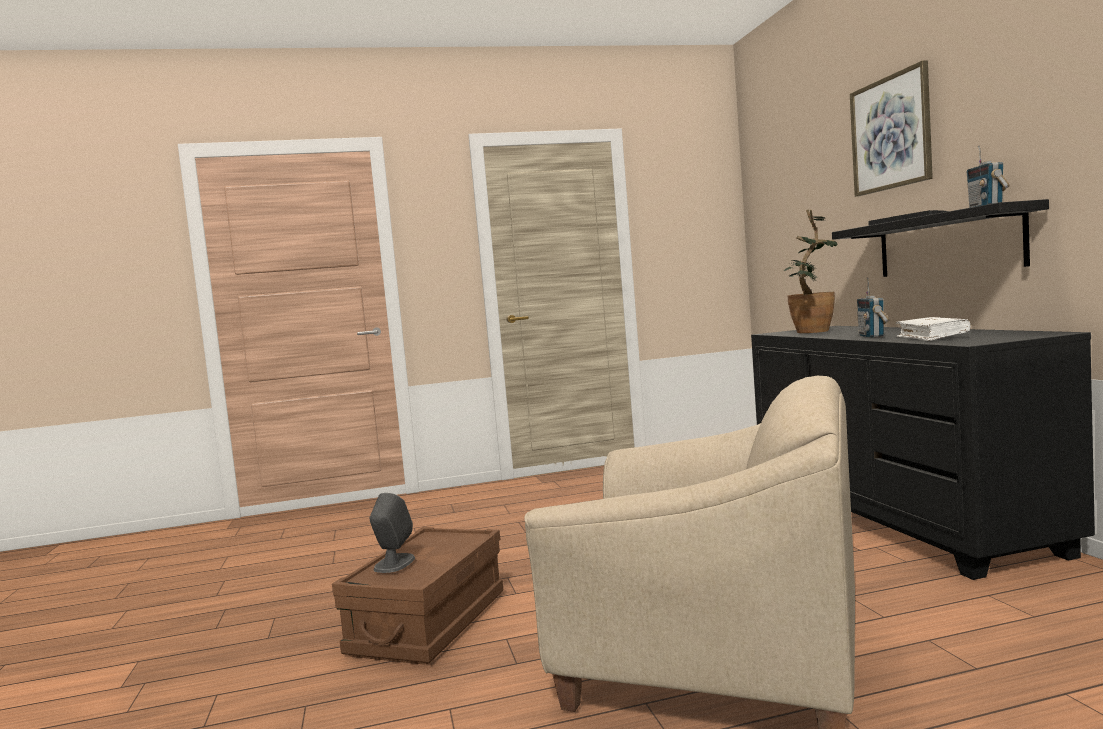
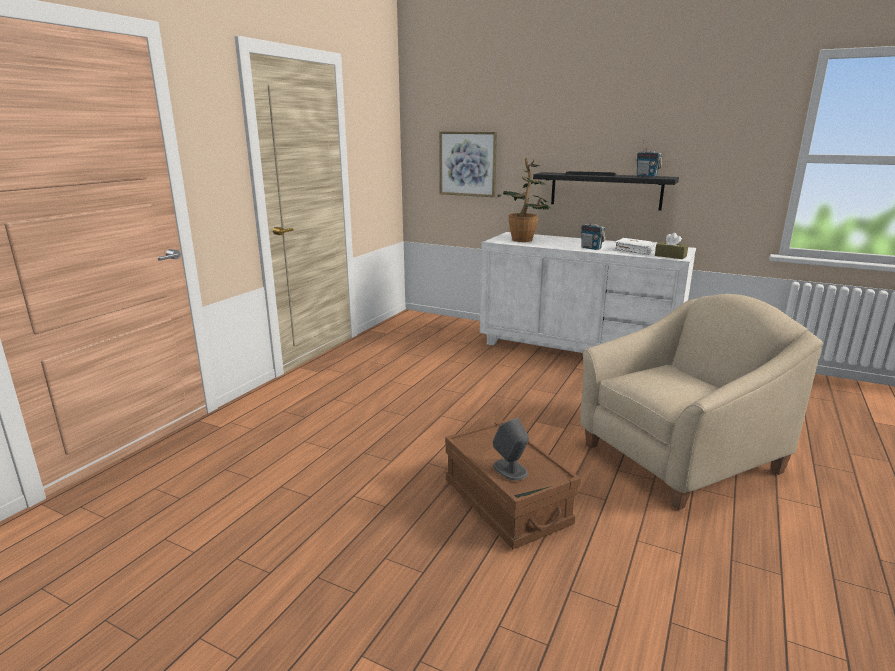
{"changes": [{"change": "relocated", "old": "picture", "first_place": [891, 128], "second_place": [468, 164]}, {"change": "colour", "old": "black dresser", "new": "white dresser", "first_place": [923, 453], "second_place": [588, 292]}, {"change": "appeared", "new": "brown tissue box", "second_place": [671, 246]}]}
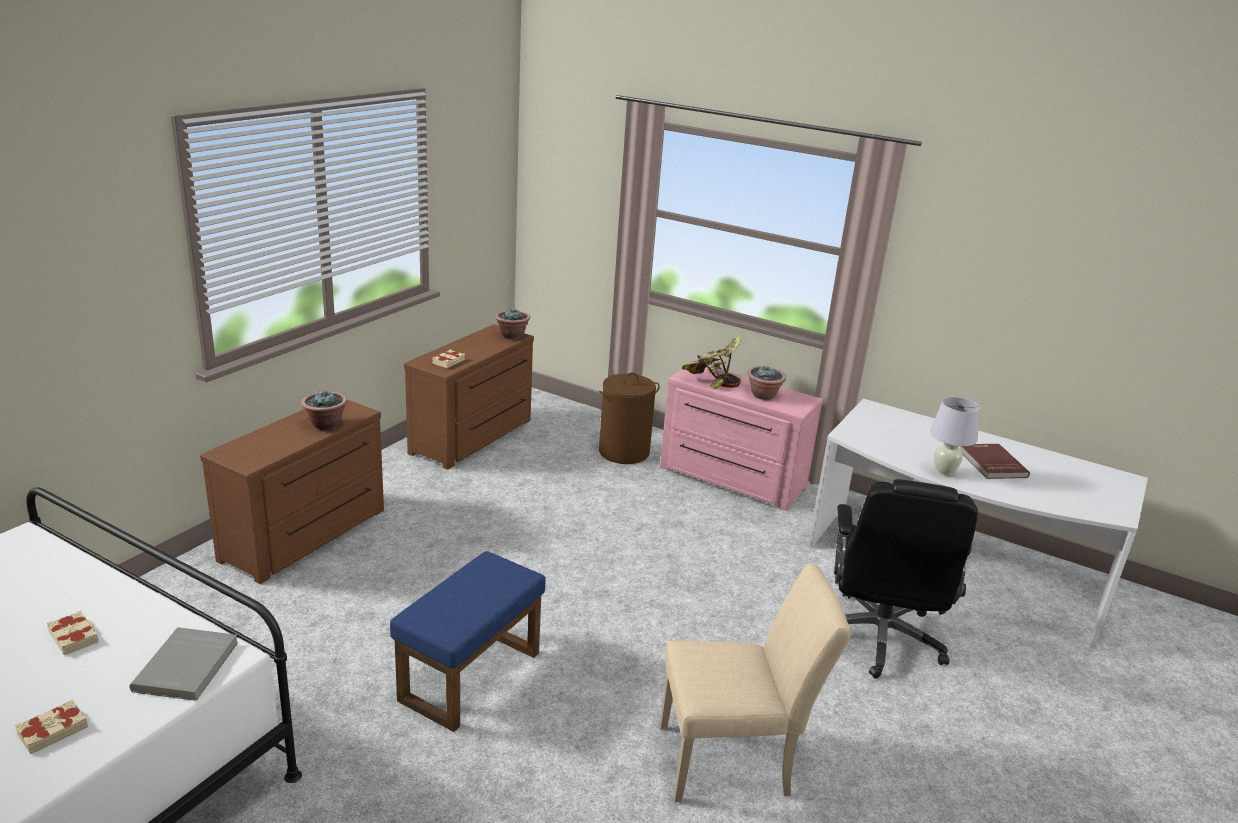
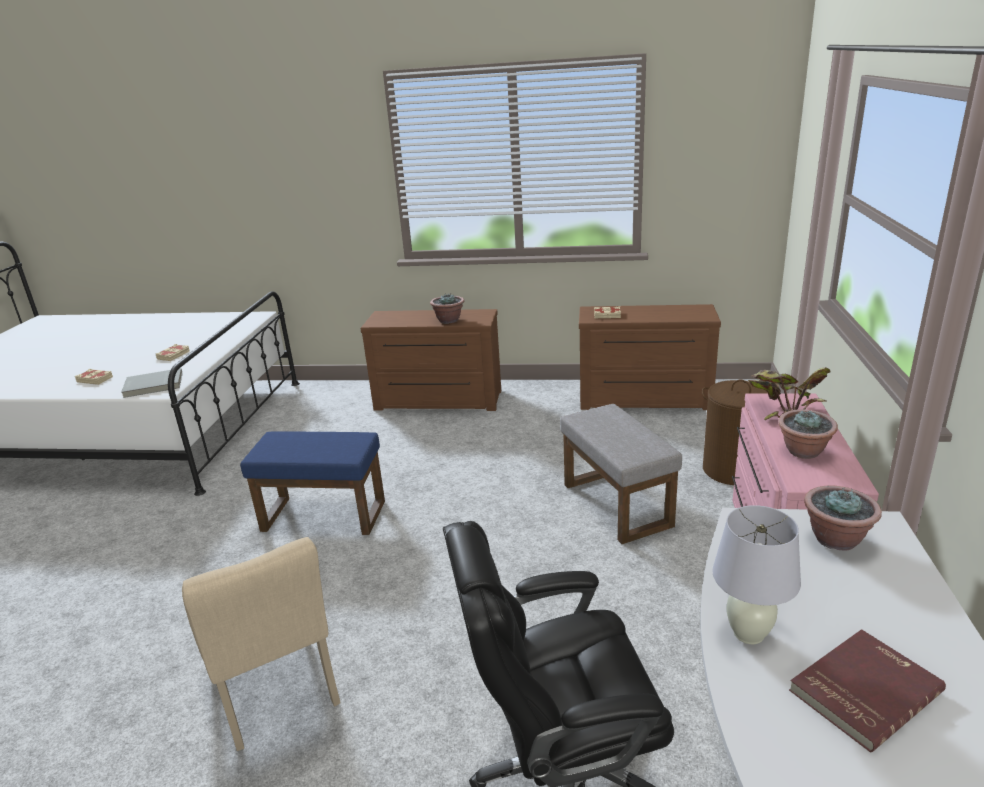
{"changes": [{"change": "appeared", "new": "grey ottoman", "second_place": [621, 474]}, {"change": "relocated", "old": "potted plant", "first_place": [512, 324], "second_place": [843, 518]}]}
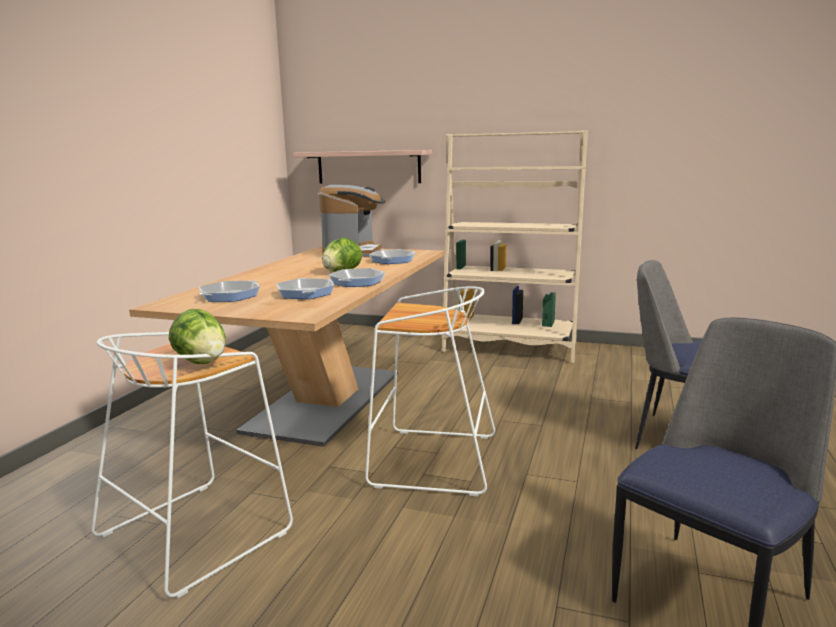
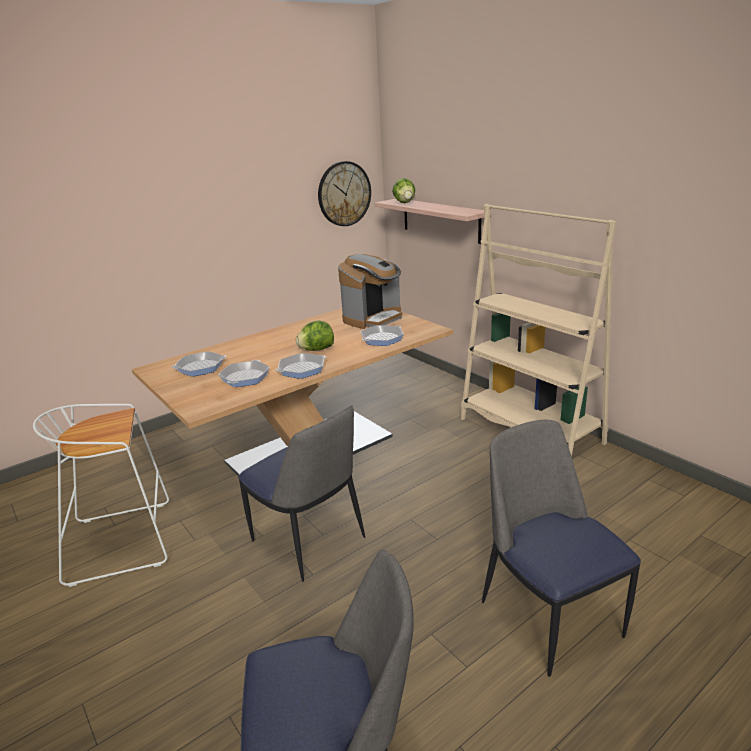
{"changes": [{"change": "exchanged", "old": "white stool", "new": "chair", "first_place": [430, 391], "second_place": [301, 493]}, {"change": "appeared", "new": "wall clock", "second_place": [344, 193]}, {"change": "relocated", "old": "lettuce", "first_place": [197, 336], "second_place": [403, 190]}]}
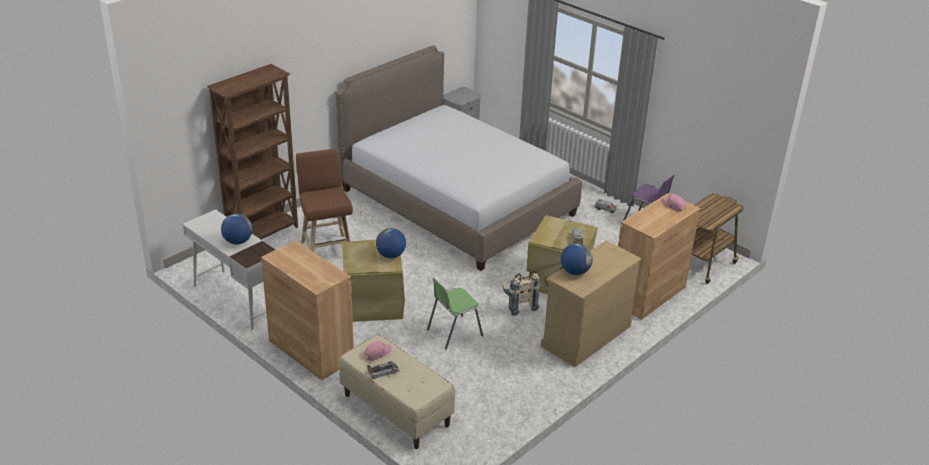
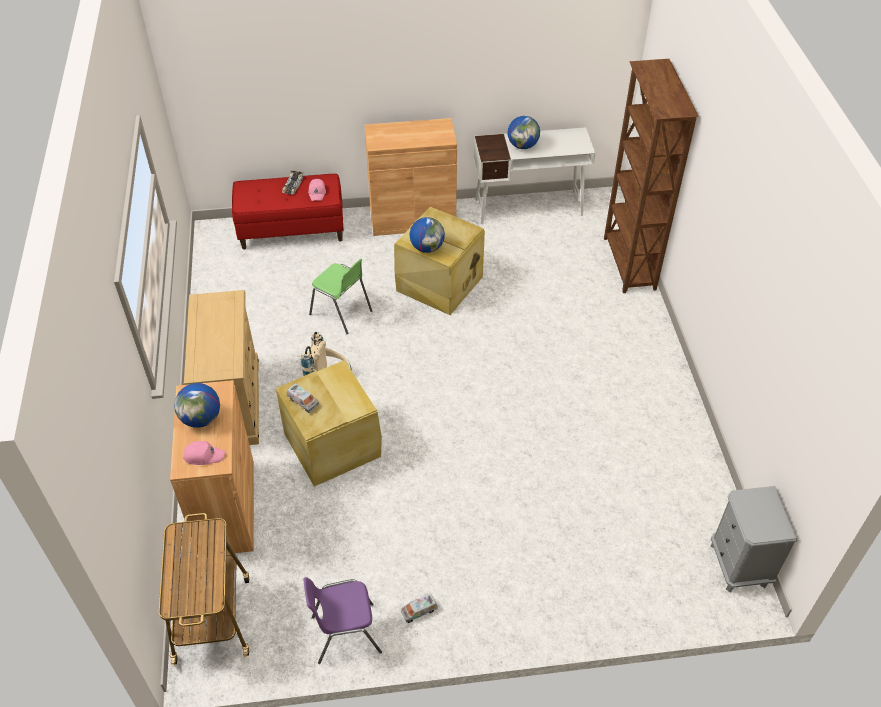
{"changes": [{"change": "relocated", "old": "globe", "first_place": [577, 259], "second_place": [197, 405]}, {"change": "colour", "old": "beige bench", "new": "red bench", "first_place": [397, 391], "second_place": [288, 212]}, {"change": "spun", "old": "green chair", "first_place": [455, 313], "second_place": [340, 296], "degrees": 120}, {"change": "missing", "old": "brown stool", "first_place": [324, 200]}, {"change": "missing", "old": "bed", "first_place": [458, 158]}]}
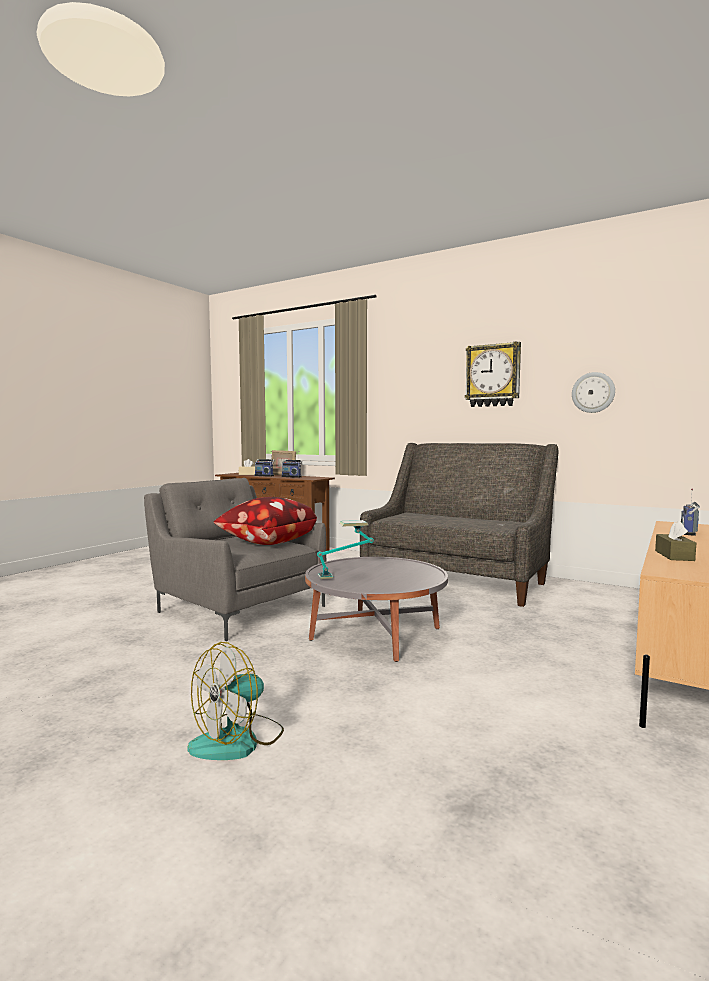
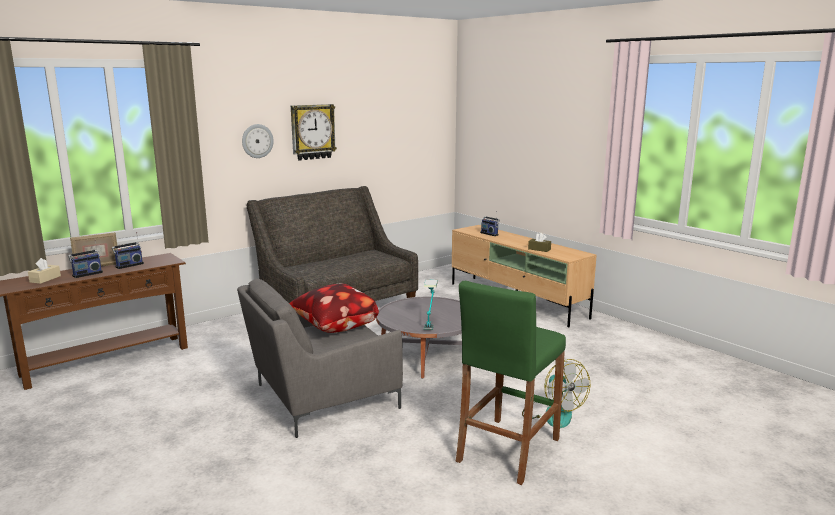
{"changes": [{"change": "relocated", "old": "wall clock", "first_place": [593, 392], "second_place": [258, 141]}, {"change": "appeared", "new": "green stool", "second_place": [511, 383]}]}
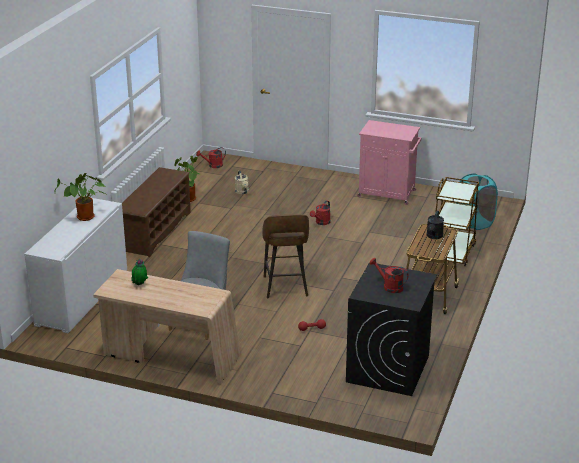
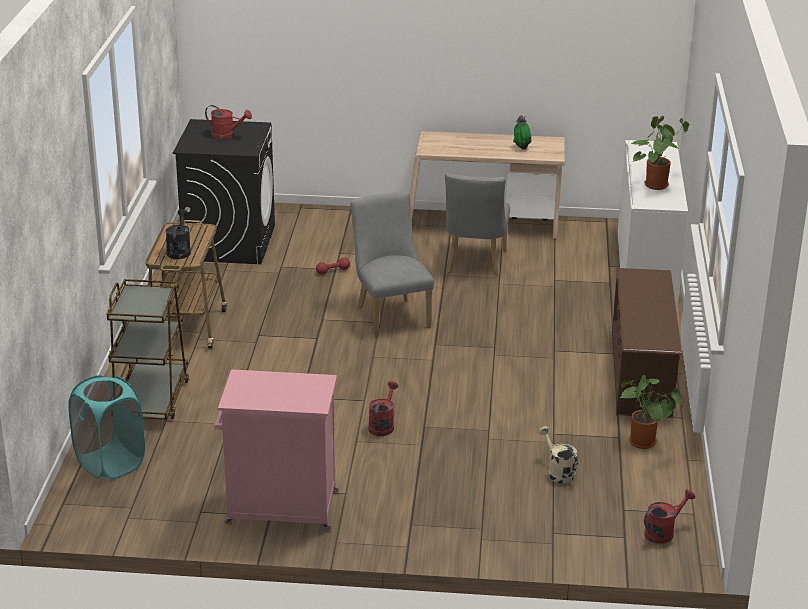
{"changes": [{"change": "exchanged", "old": "brown stool", "new": "grey chair", "first_place": [285, 256], "second_place": [392, 264]}]}
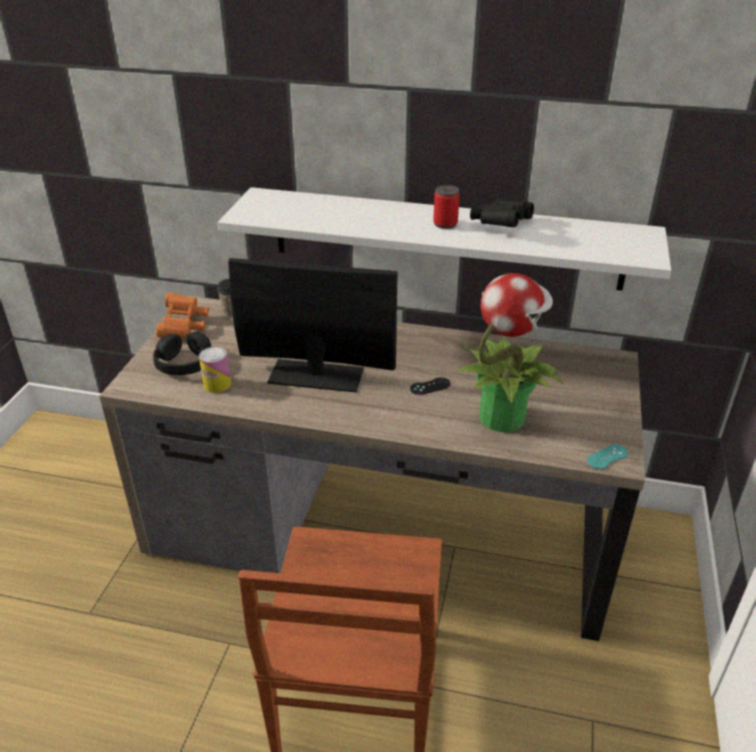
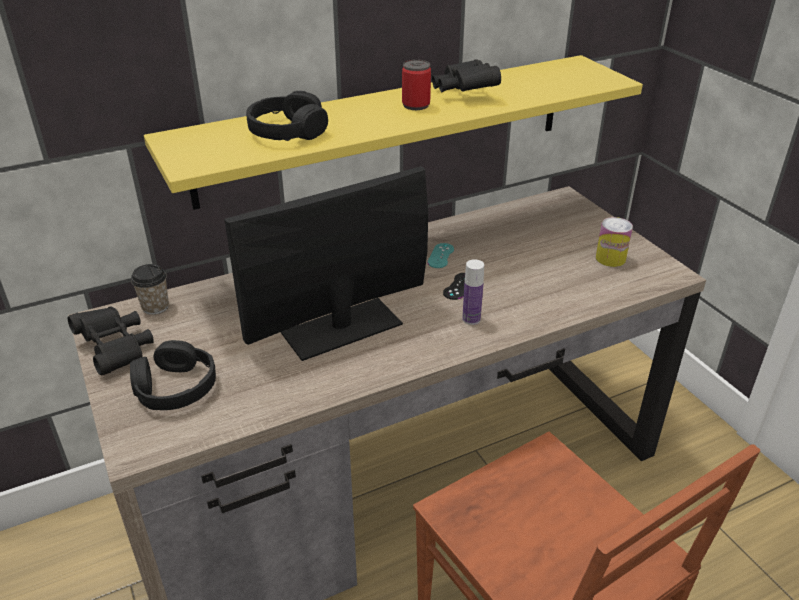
{"changes": [{"change": "colour", "old": "orange binoculars", "new": "black binoculars", "first_place": [182, 315], "second_place": [111, 341]}, {"change": "colour", "old": "white shelf", "new": "yellow shelf", "first_place": [444, 239], "second_place": [393, 132]}, {"change": "appeared", "new": "black headphones", "second_place": [287, 116]}, {"change": "relocated", "old": "turquoise game controller", "first_place": [607, 456], "second_place": [440, 255]}, {"change": "appeared", "new": "bottle", "second_place": [473, 292]}, {"change": "relocated", "old": "can", "first_place": [215, 370], "second_place": [614, 242]}, {"change": "missing", "old": "potted plant", "first_place": [509, 352]}]}
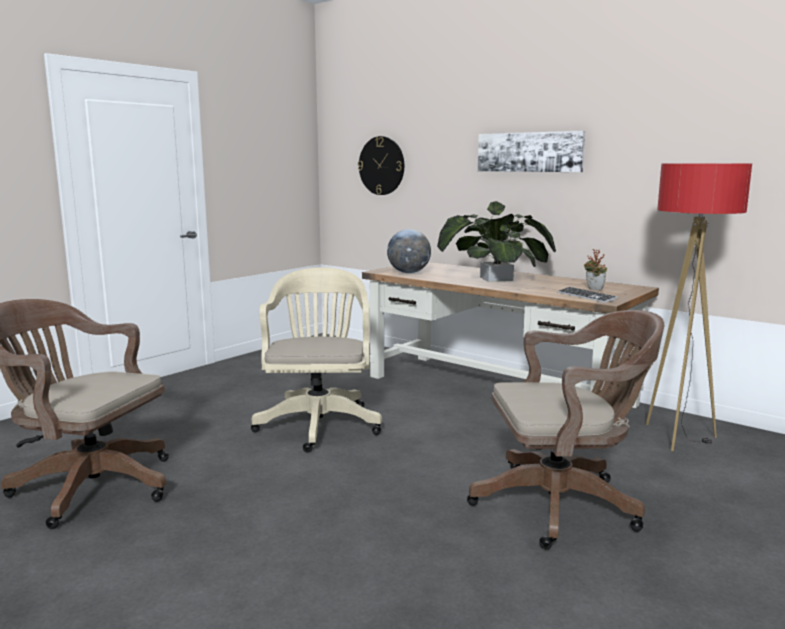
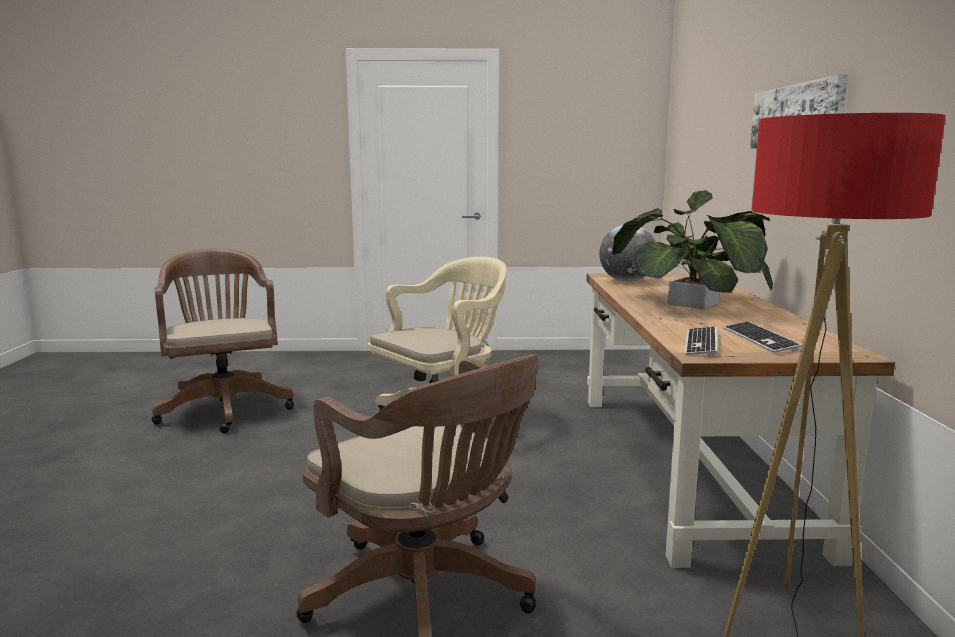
{"changes": [{"change": "exchanged", "old": "potted plant", "new": "keyboard", "first_place": [595, 269], "second_place": [763, 337]}, {"change": "missing", "old": "wall clock", "first_place": [381, 165]}]}
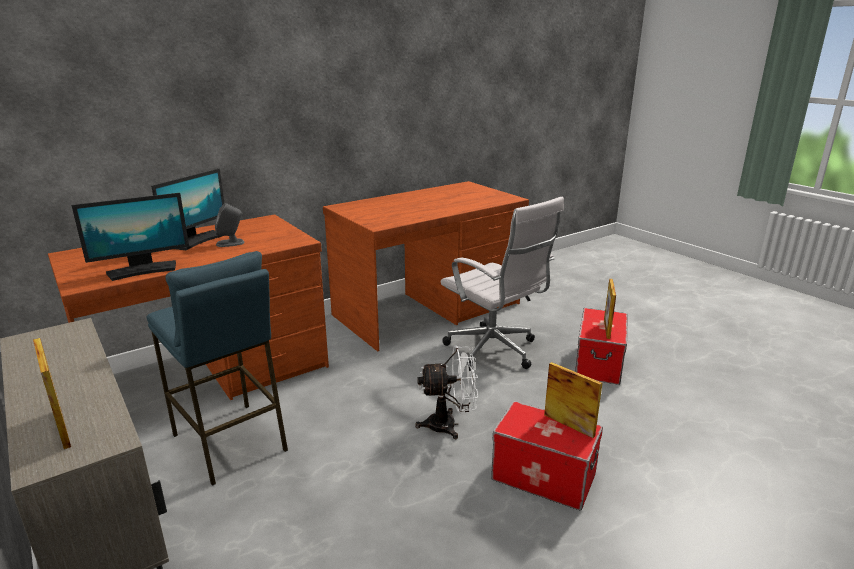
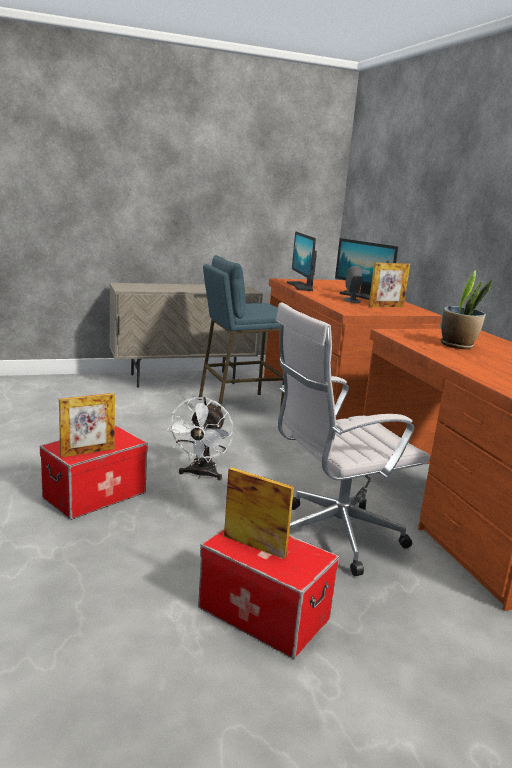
{"changes": [{"change": "relocated", "old": "picture frame", "first_place": [52, 393], "second_place": [389, 284]}, {"change": "appeared", "new": "potted plant", "second_place": [466, 309]}]}
